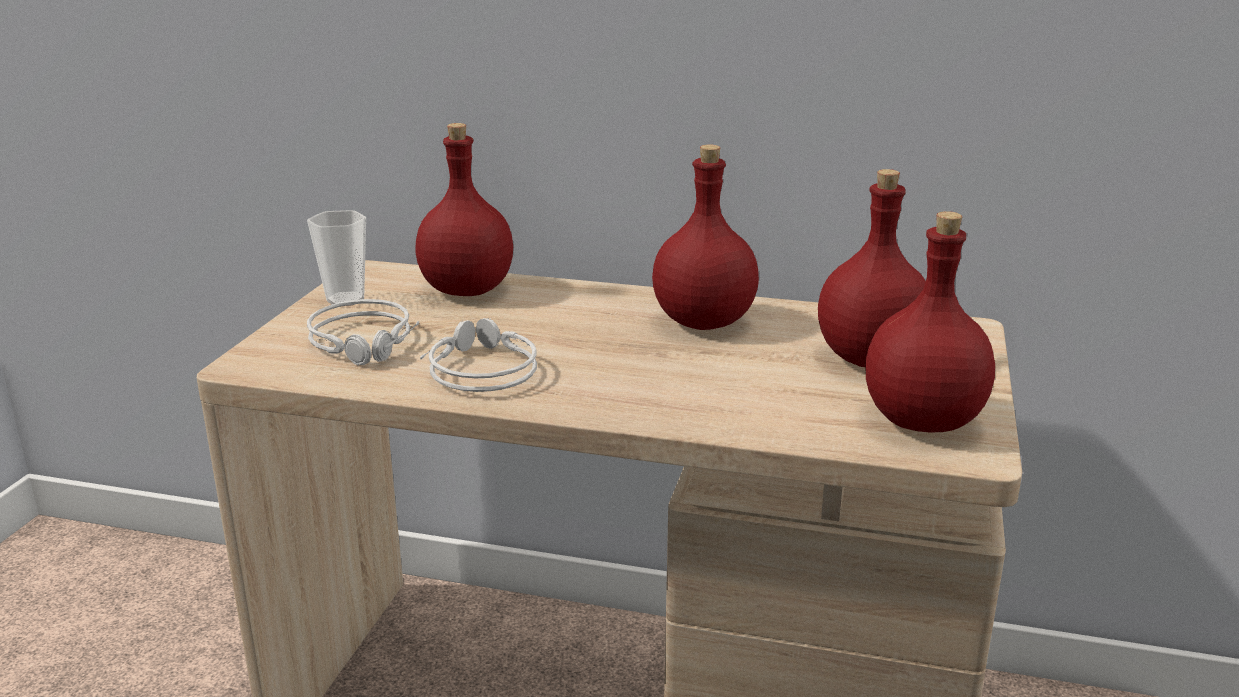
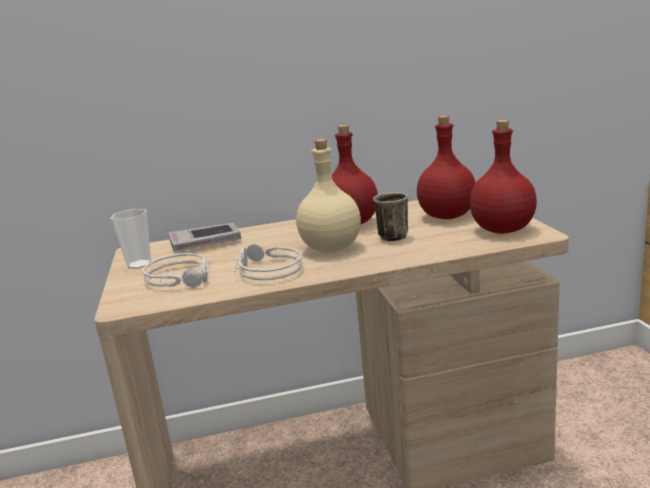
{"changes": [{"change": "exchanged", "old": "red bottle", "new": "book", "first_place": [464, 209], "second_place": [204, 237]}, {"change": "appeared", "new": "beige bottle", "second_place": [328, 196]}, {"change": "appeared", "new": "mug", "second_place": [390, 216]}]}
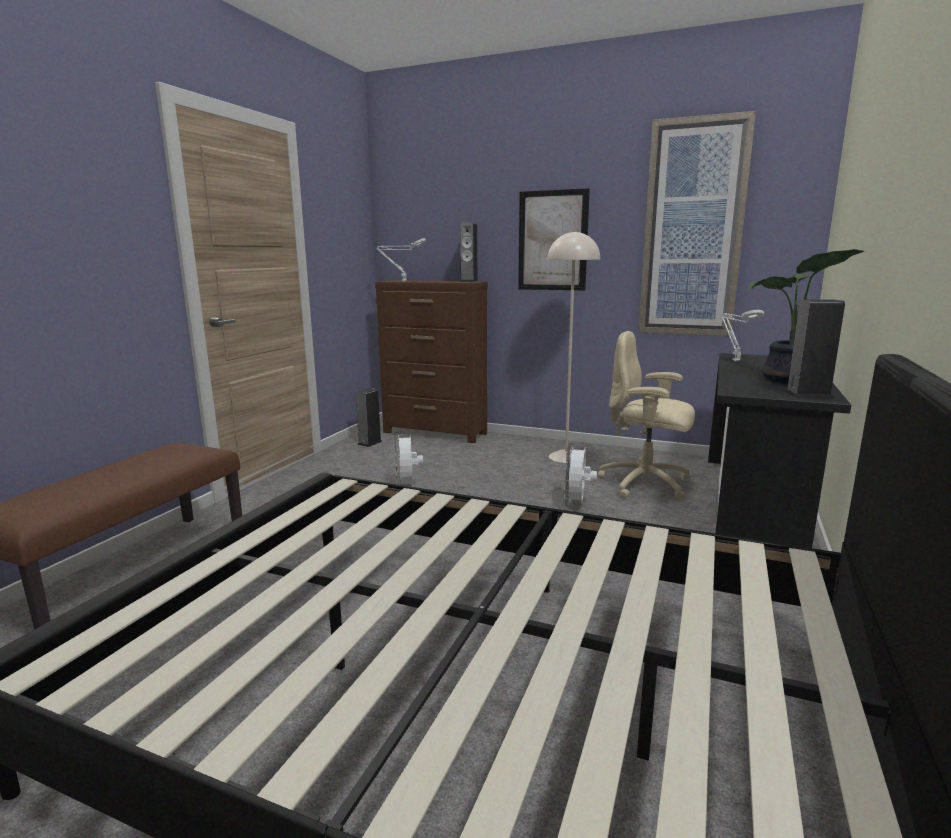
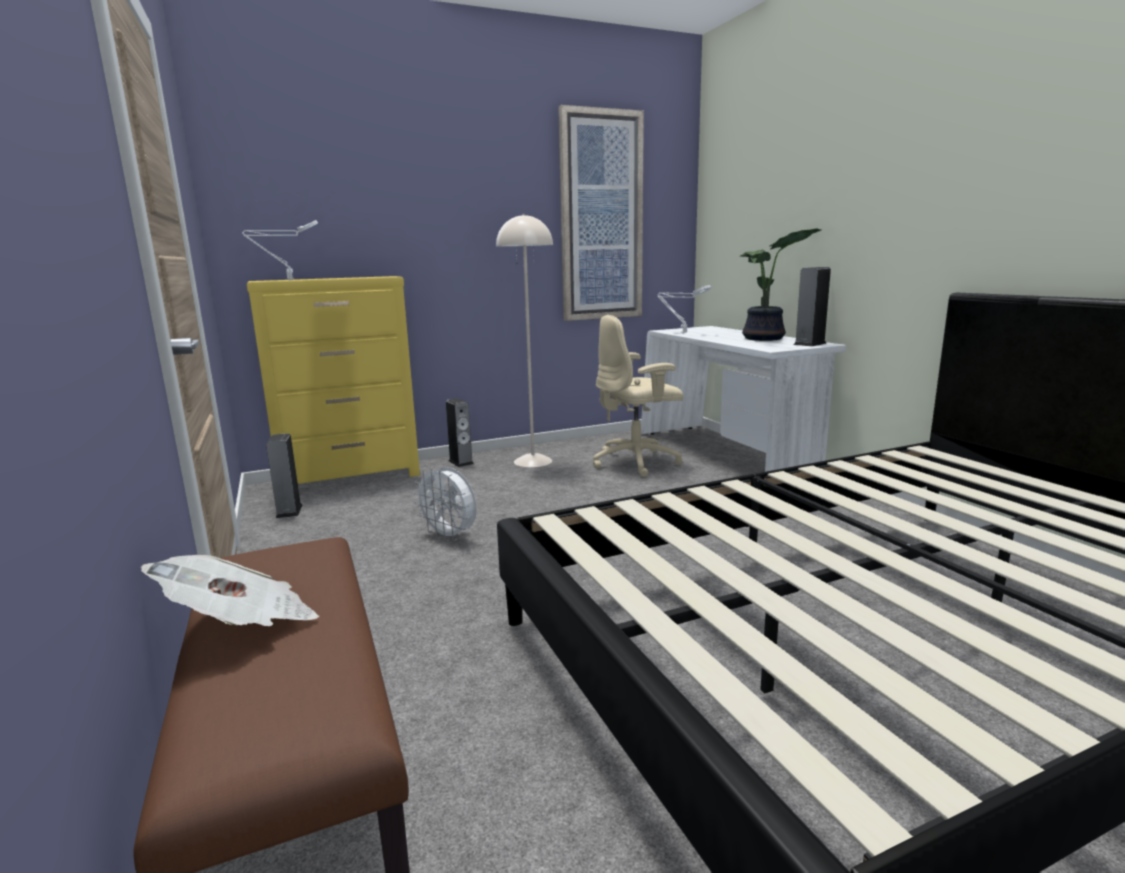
{"changes": [{"change": "appeared", "new": "newspaper", "second_place": [230, 590]}, {"change": "colour", "old": "brown dresser", "new": "yellow dresser", "first_place": [431, 361], "second_place": [333, 380]}, {"change": "relocated", "old": "speaker", "first_place": [469, 252], "second_place": [460, 432]}, {"change": "colour", "old": "black desk", "new": "white desk", "first_place": [779, 450], "second_place": [743, 399]}, {"change": "missing", "old": "picture", "first_place": [554, 239]}, {"change": "missing", "old": "white fan", "first_place": [580, 474]}]}
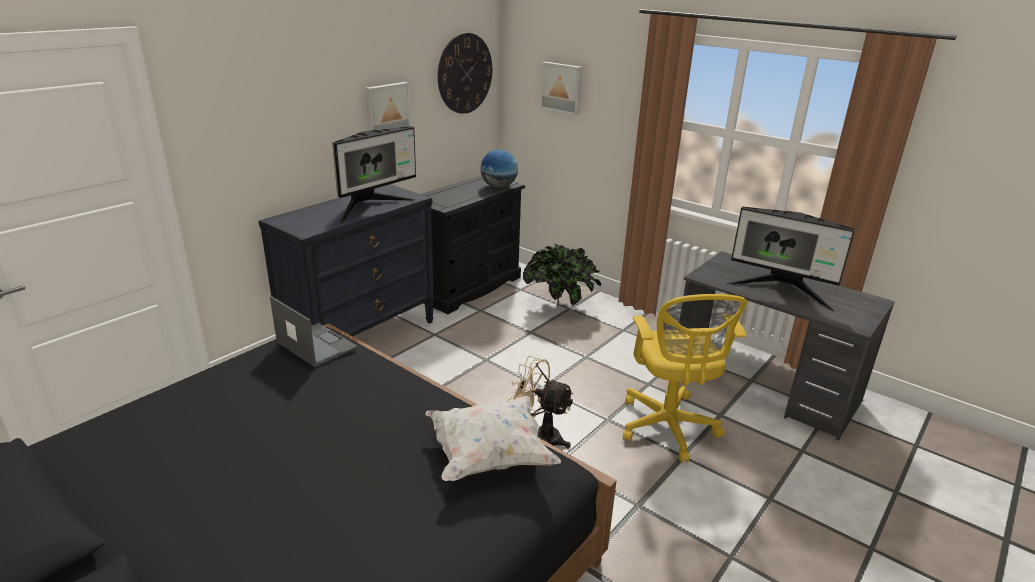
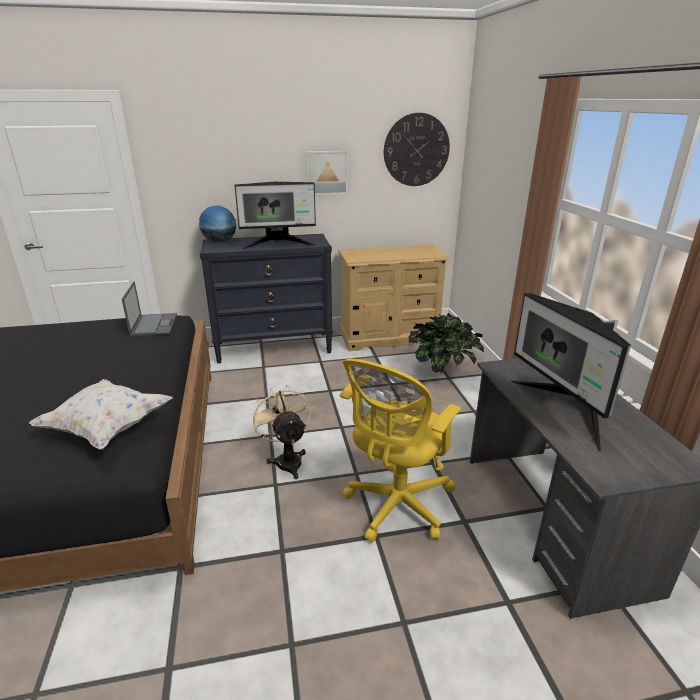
{"changes": [{"change": "relocated", "old": "globe", "first_place": [499, 168], "second_place": [217, 224]}, {"change": "colour", "old": "black dresser", "new": "beige dresser", "first_place": [473, 244], "second_place": [394, 297]}, {"change": "missing", "old": "picture", "first_place": [561, 88]}]}
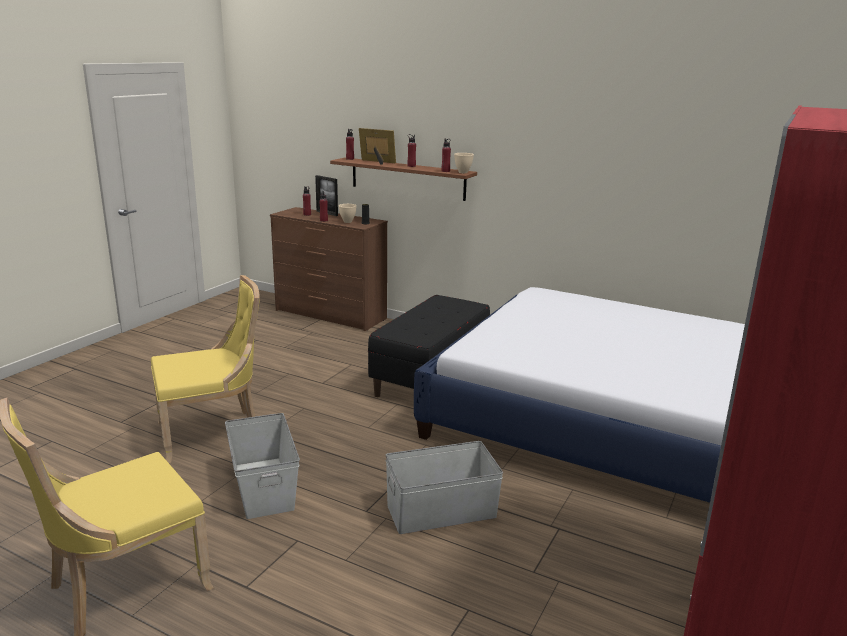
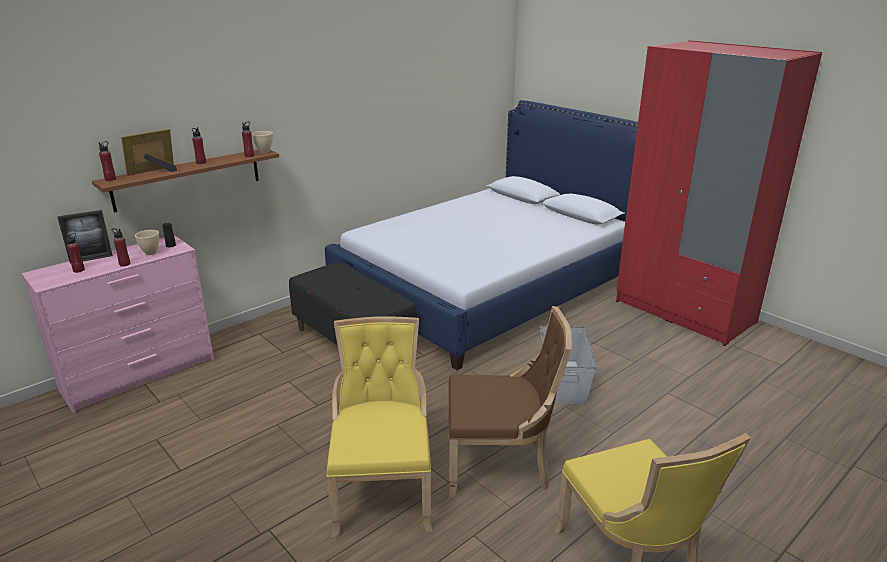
{"changes": [{"change": "colour", "old": "brown dresser", "new": "pink dresser", "first_place": [329, 269], "second_place": [117, 324]}, {"change": "exchanged", "old": "grey storage box", "new": "brown chair", "first_place": [262, 466], "second_place": [510, 401]}]}
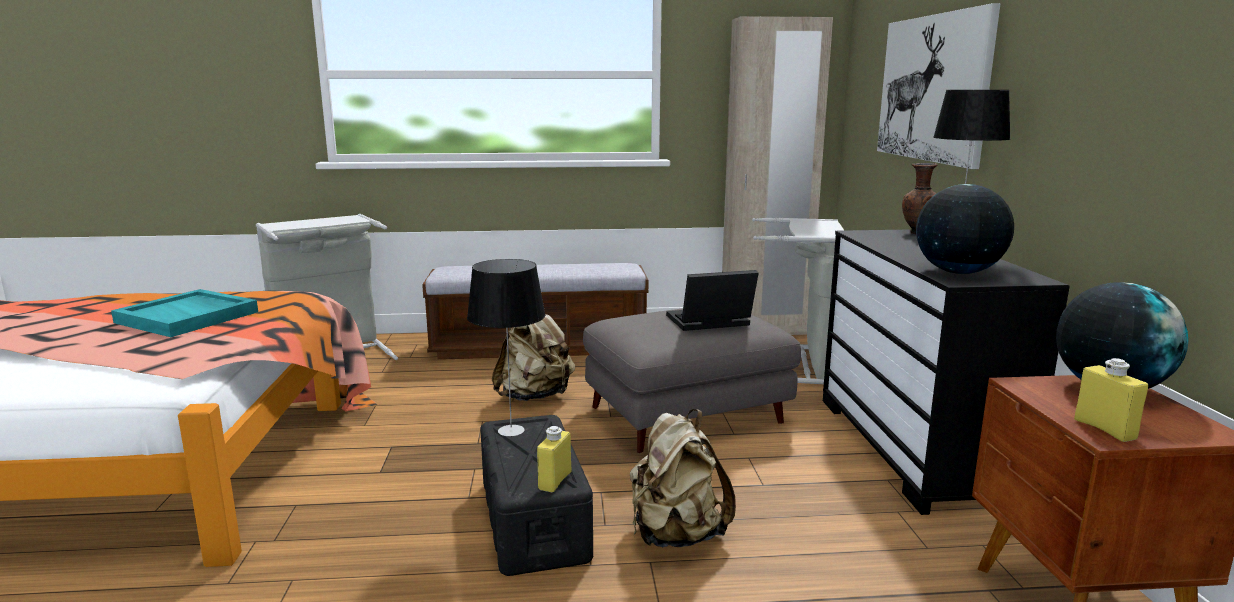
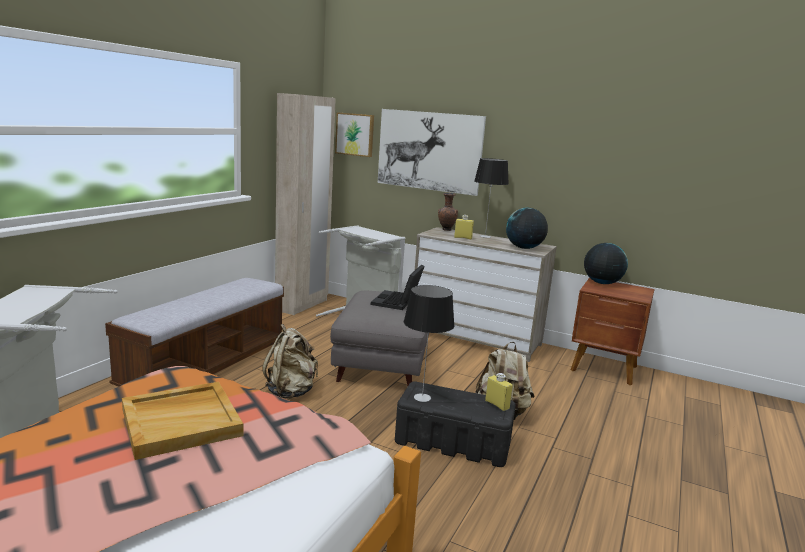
{"changes": [{"change": "colour", "old": "turquoise tray", "new": "beige tray", "first_place": [184, 313], "second_place": [182, 421]}, {"change": "appeared", "new": "picture", "second_place": [354, 134]}, {"change": "colour", "old": "black dresser", "new": "beige dresser", "first_place": [946, 372], "second_place": [486, 294]}, {"change": "relocated", "old": "yellow bottle", "first_place": [1111, 400], "second_place": [464, 227]}]}
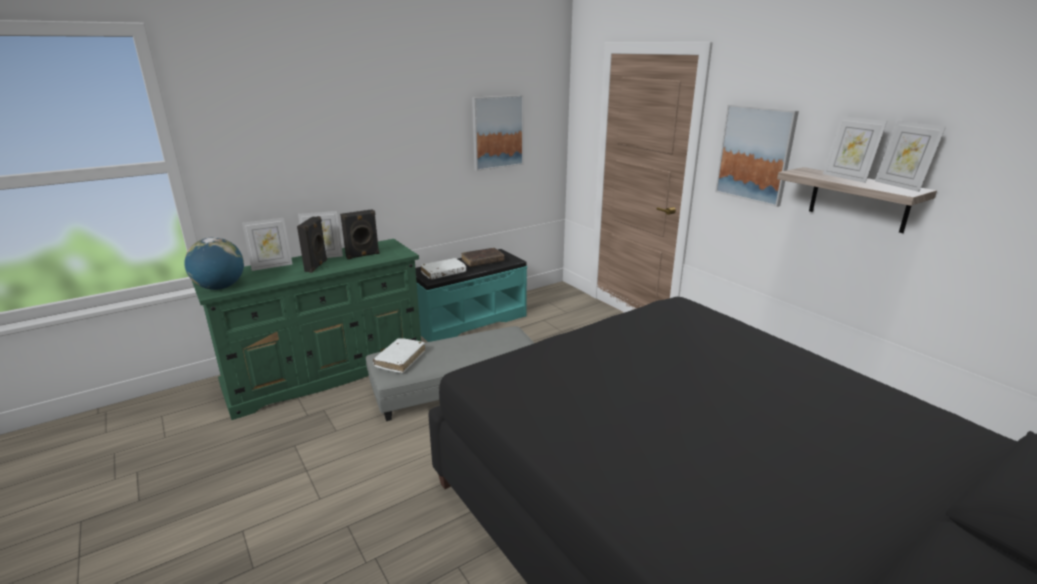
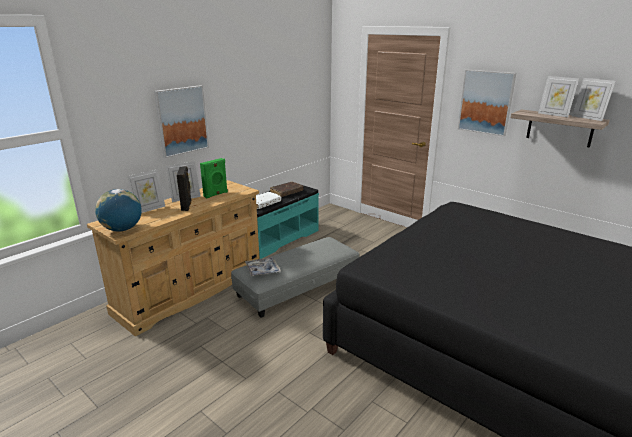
{"changes": [{"change": "colour", "old": "green dresser", "new": "beige dresser", "first_place": [306, 329], "second_place": [173, 258]}, {"change": "relocated", "old": "picture", "first_place": [498, 133], "second_place": [181, 121]}, {"change": "colour", "old": "black speaker", "new": "green speaker", "first_place": [360, 234], "second_place": [214, 178]}, {"change": "exchanged", "old": "white book", "new": "tray", "first_place": [399, 355], "second_place": [263, 266]}]}
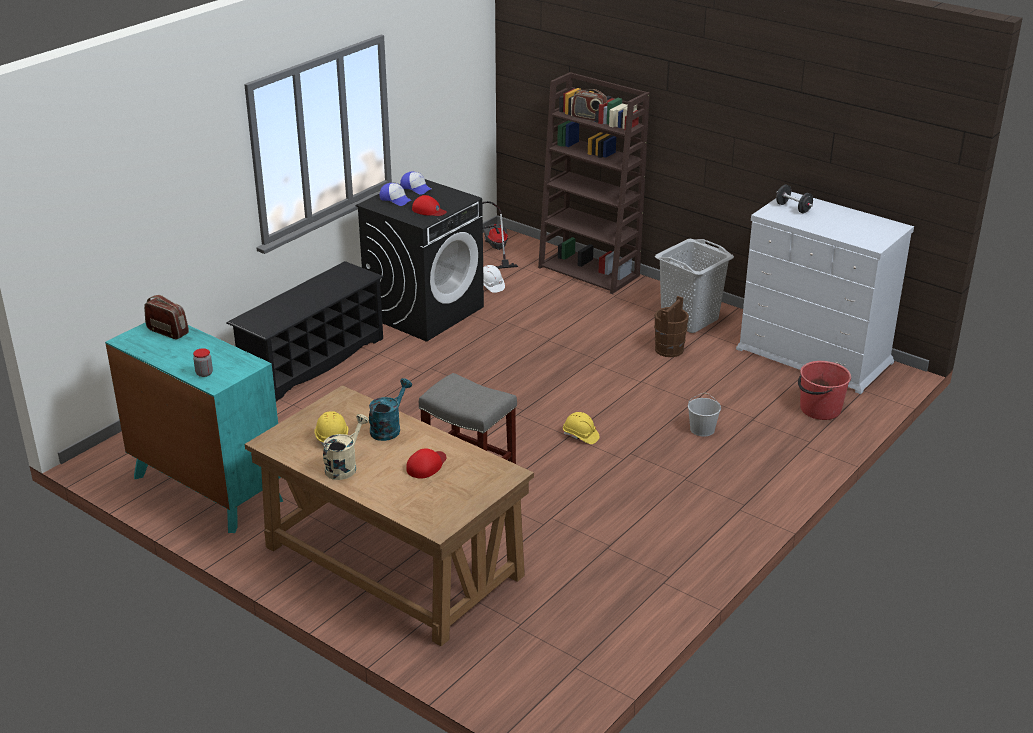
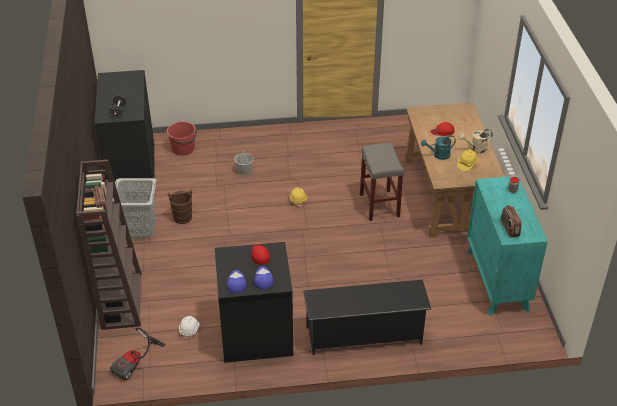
{"changes": [{"change": "colour", "old": "white dresser", "new": "black dresser", "first_place": [825, 293], "second_place": [124, 133]}]}
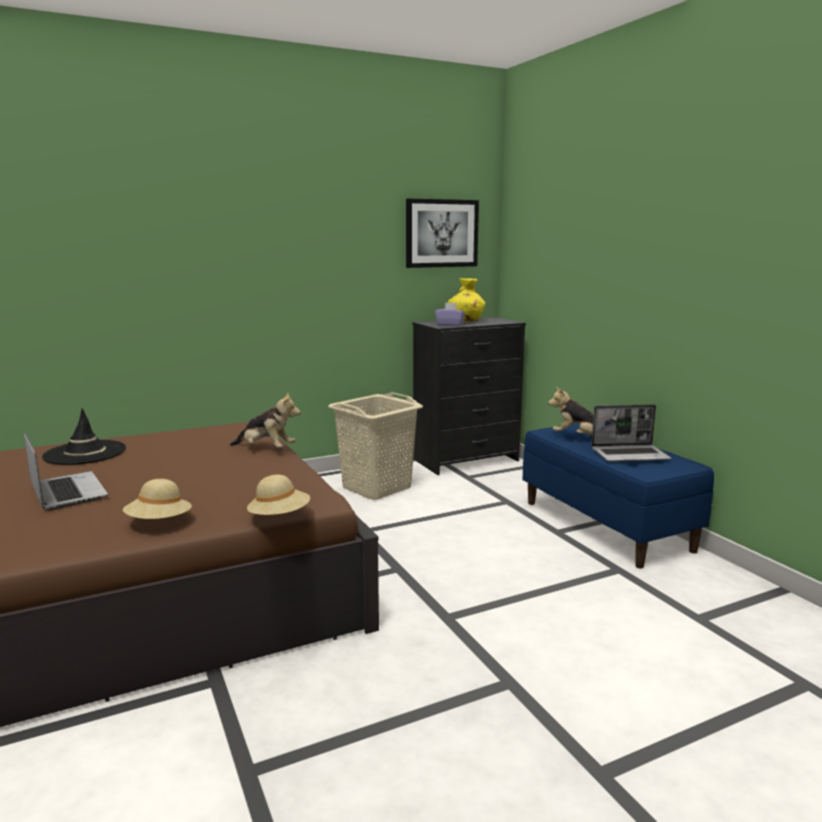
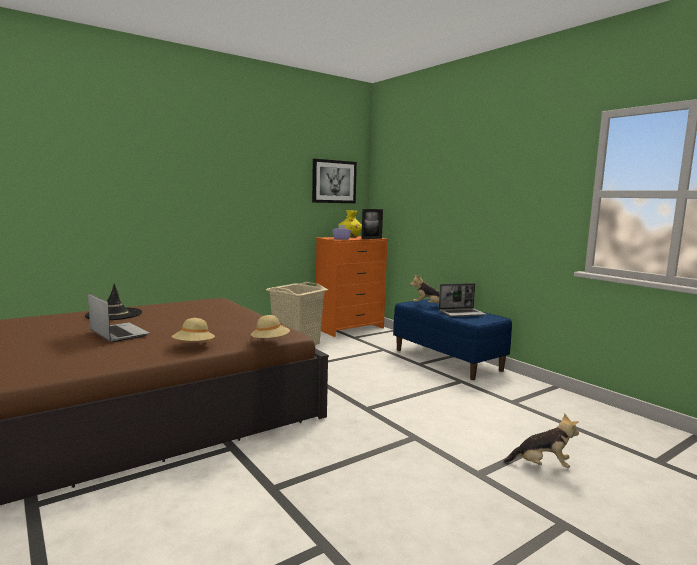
{"changes": [{"change": "colour", "old": "black dresser", "new": "orange dresser", "first_place": [469, 396], "second_place": [352, 286]}, {"change": "appeared", "new": "picture frame", "second_place": [372, 224]}, {"change": "relocated", "old": "plush toy", "first_place": [265, 420], "second_place": [541, 441]}]}
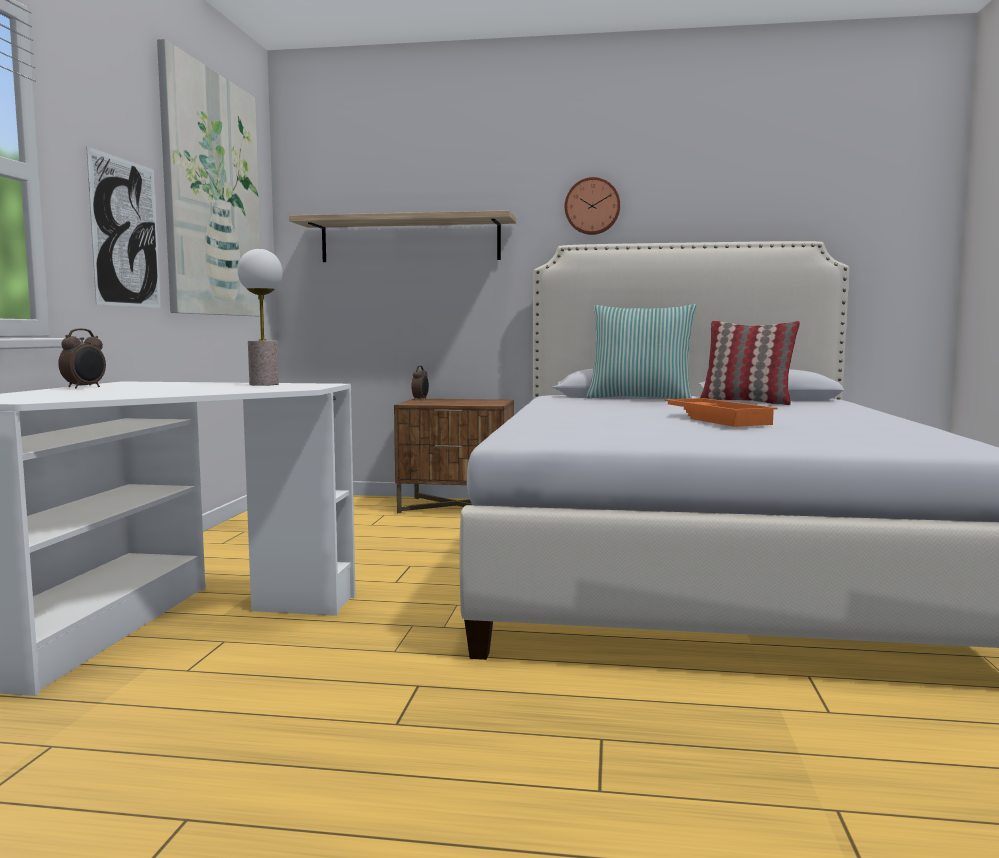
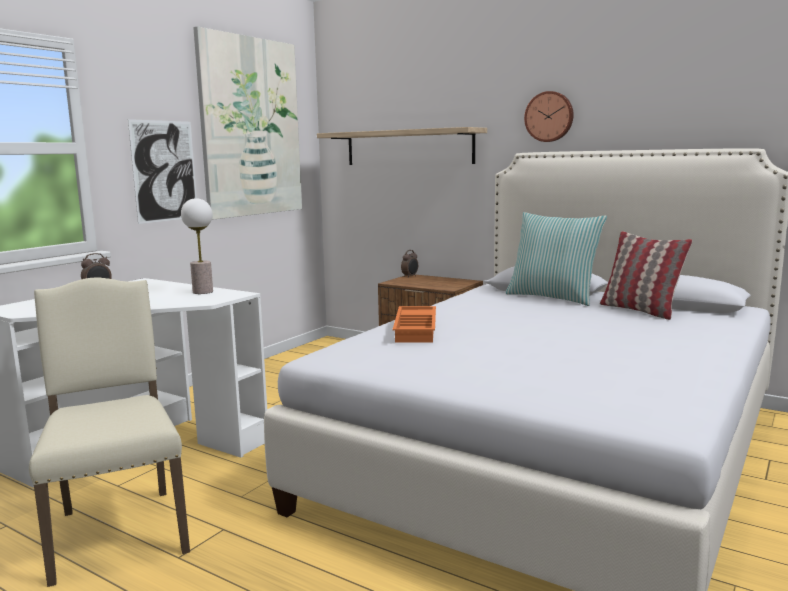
{"changes": [{"change": "appeared", "new": "beige chair", "second_place": [109, 432]}, {"change": "relocated", "old": "orange tray", "first_place": [721, 412], "second_place": [414, 324]}]}
